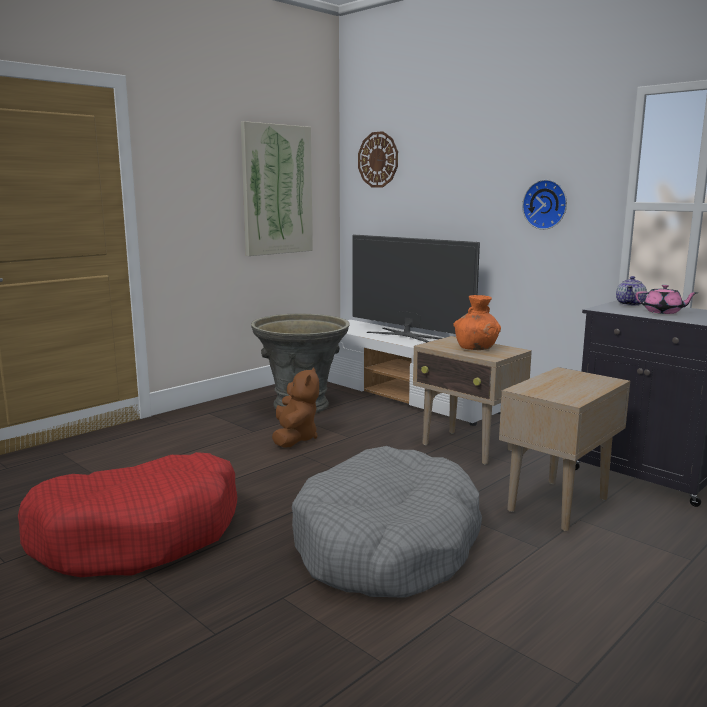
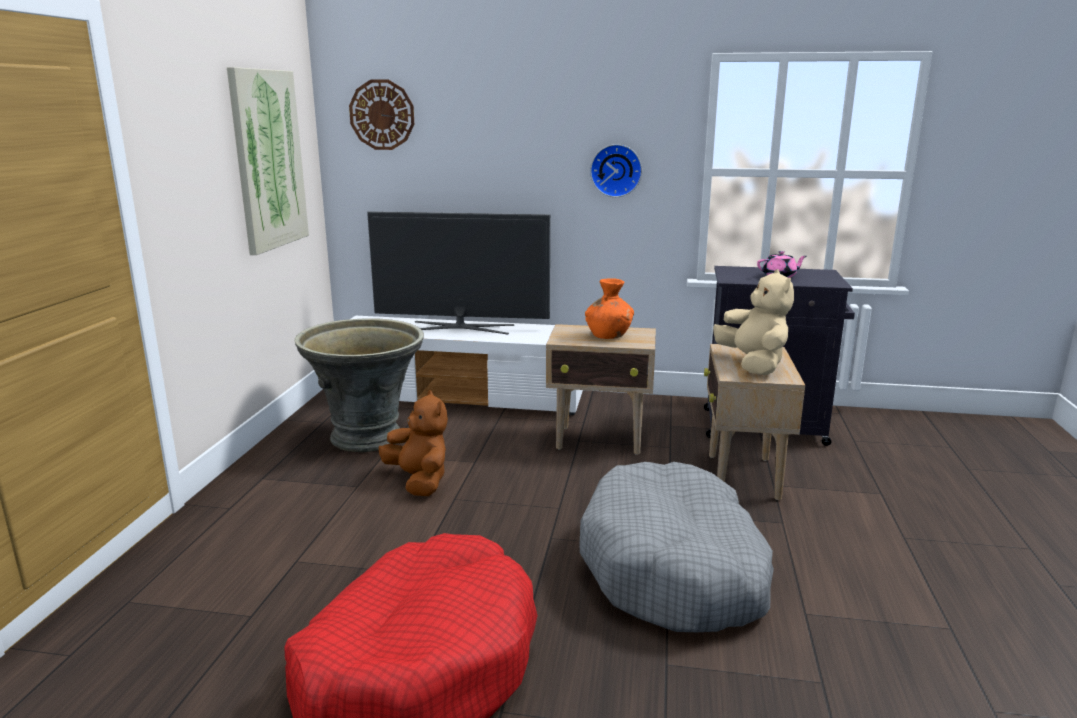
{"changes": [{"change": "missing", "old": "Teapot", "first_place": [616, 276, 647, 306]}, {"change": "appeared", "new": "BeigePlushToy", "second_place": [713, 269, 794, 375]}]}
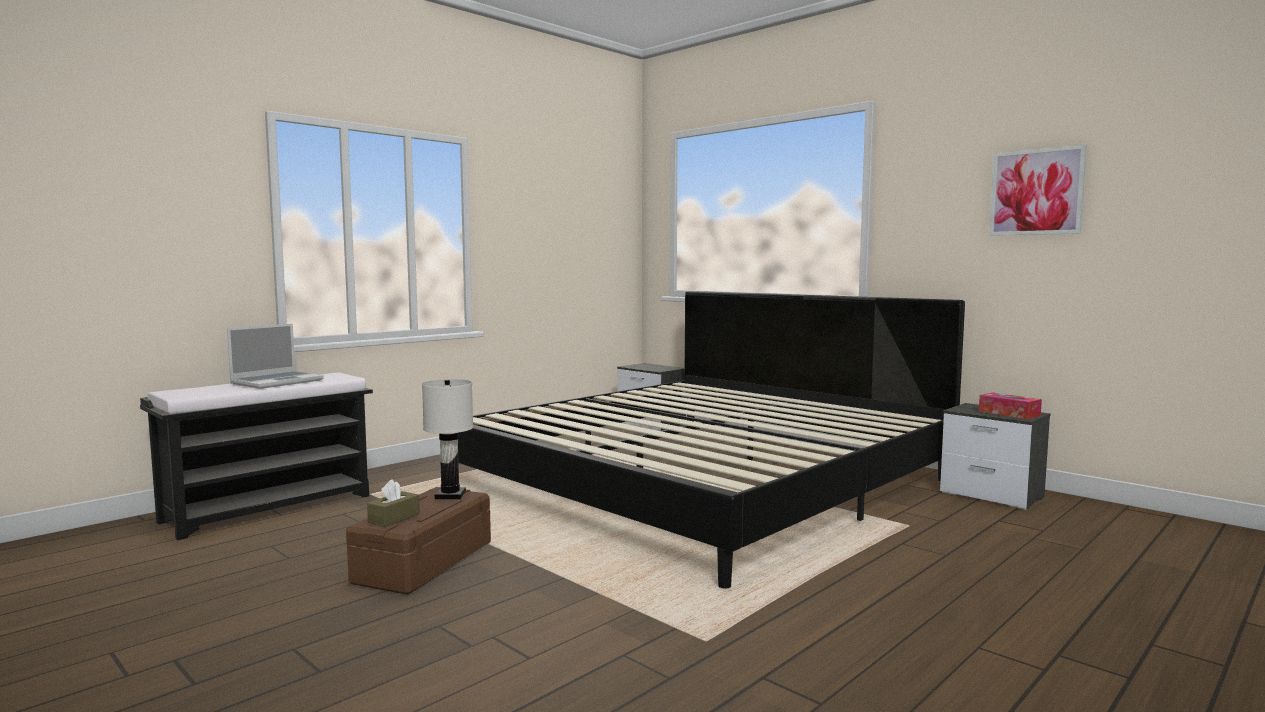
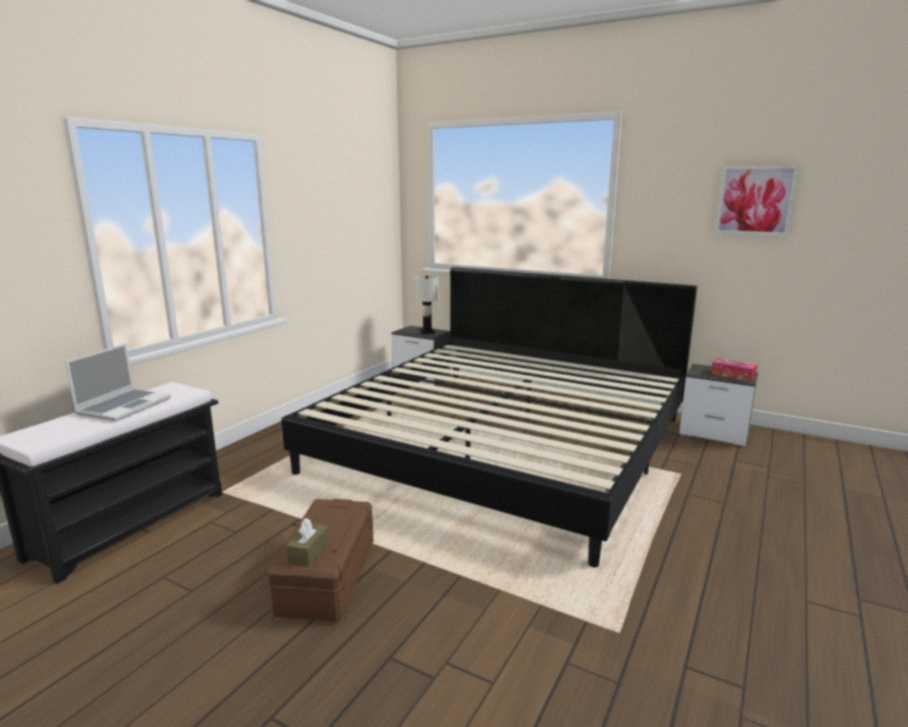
{"changes": [{"change": "relocated", "old": "WhiteTableLamp", "first_place": [422, 379, 473, 499], "second_place": [415, 275, 439, 334]}]}
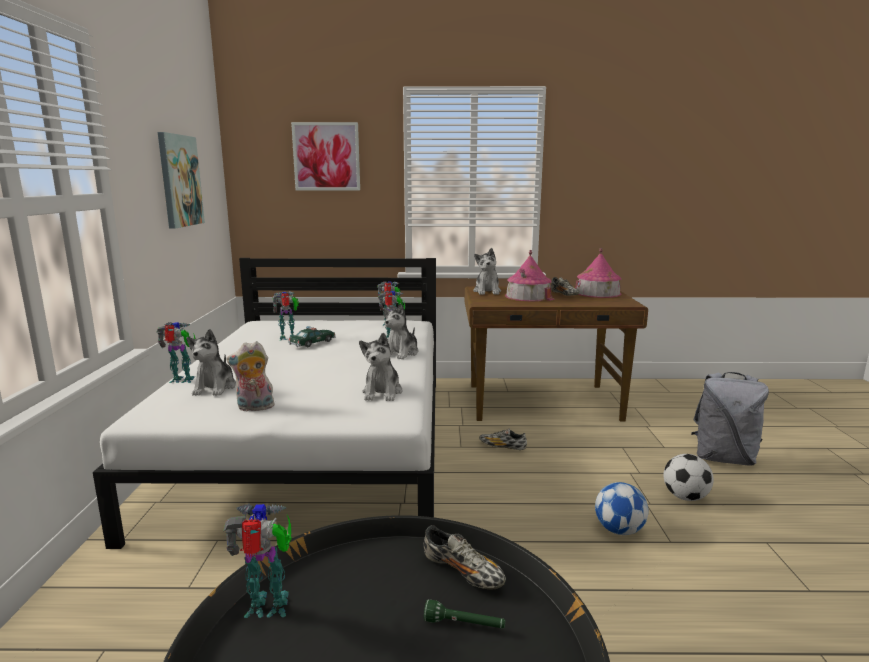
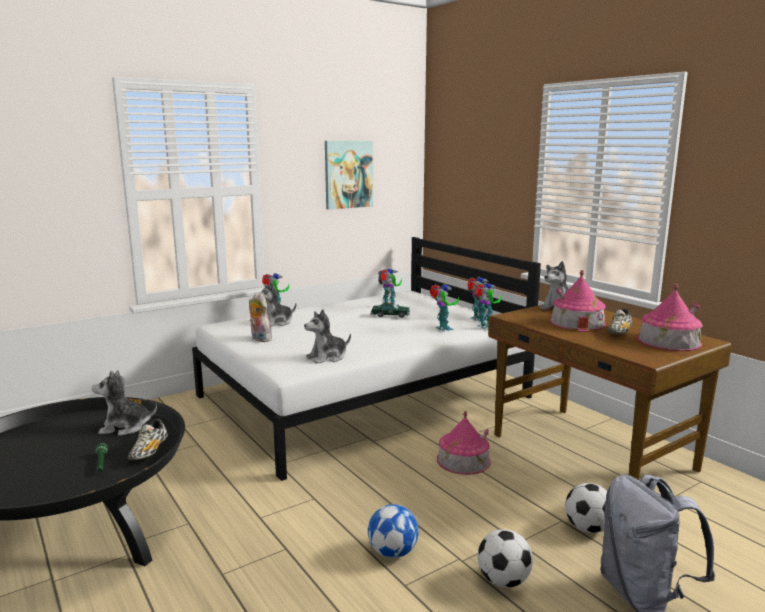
{"changes": [{"change": "missing", "old": "Picture", "first_place": [291, 122, 360, 190]}, {"change": "relocated", "old": "PlushToy", "first_place": [383, 303, 419, 360], "second_place": [92, 370, 157, 436]}, {"change": "exchanged", "old": "Shoe", "new": "ToyHouse", "first_place": [479, 428, 527, 450], "second_place": [437, 411, 491, 475]}, {"change": "relocated", "old": "ToyRobot", "first_place": [223, 503, 292, 618], "second_place": [474, 283, 501, 330]}, {"change": "appeared", "new": "Football", "second_place": [565, 483, 607, 533]}]}
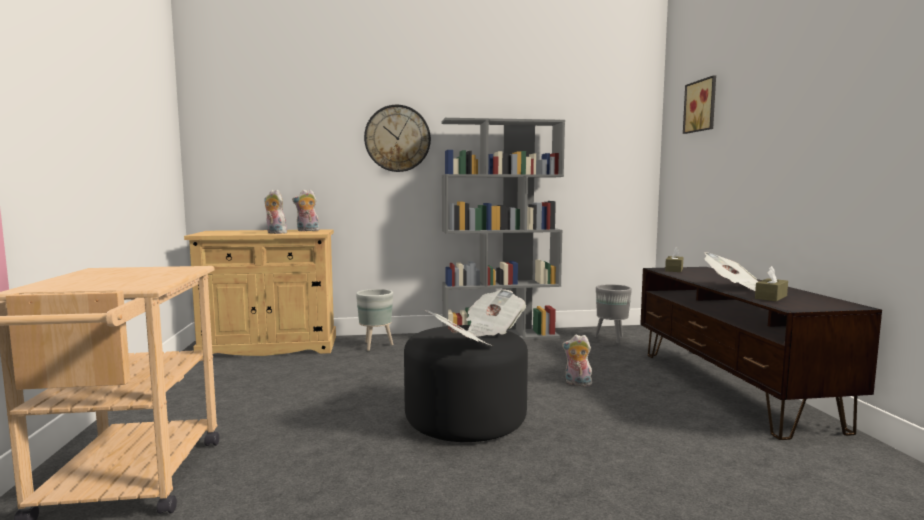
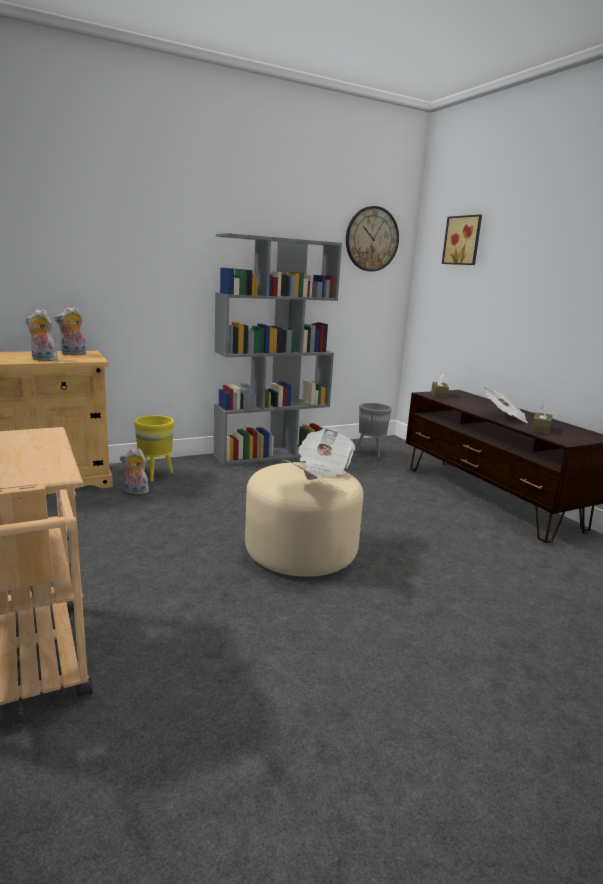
{"changes": [{"change": "relocated", "old": "WallClock", "first_place": [364, 105, 431, 172], "second_place": [346, 206, 399, 271]}, {"change": "colour", "old": "GreyPlanter", "new": "YellowPlanter", "first_place": [356, 289, 394, 351], "second_place": [134, 415, 174, 481]}, {"change": "colour", "old": "BlackOttoman", "new": "BeigeOttoman", "first_place": [404, 325, 528, 442], "second_place": [245, 462, 363, 577]}, {"change": "relocated", "old": "PlushToy", "first_place": [562, 334, 592, 386], "second_place": [120, 449, 149, 494]}]}
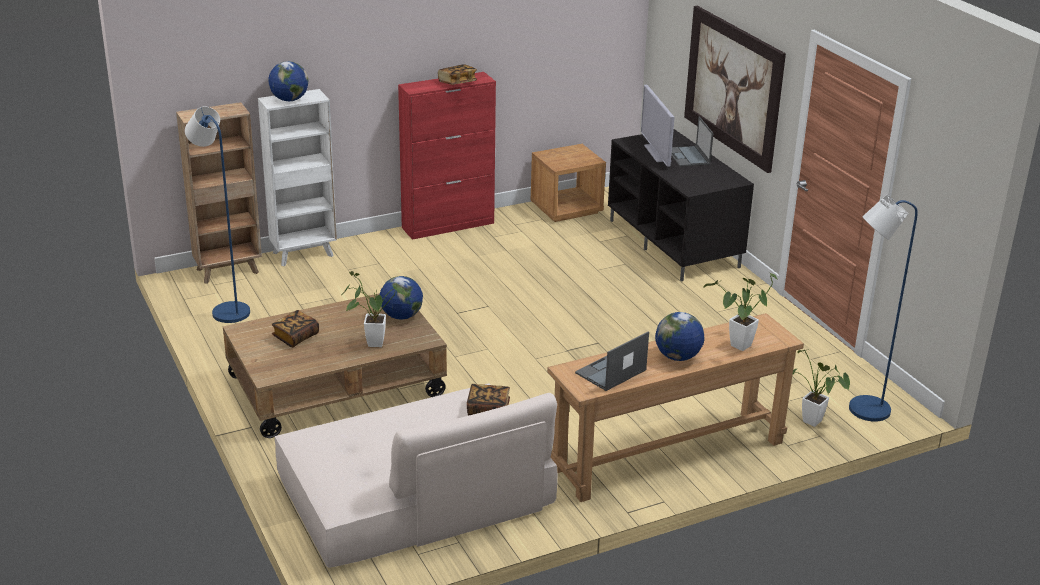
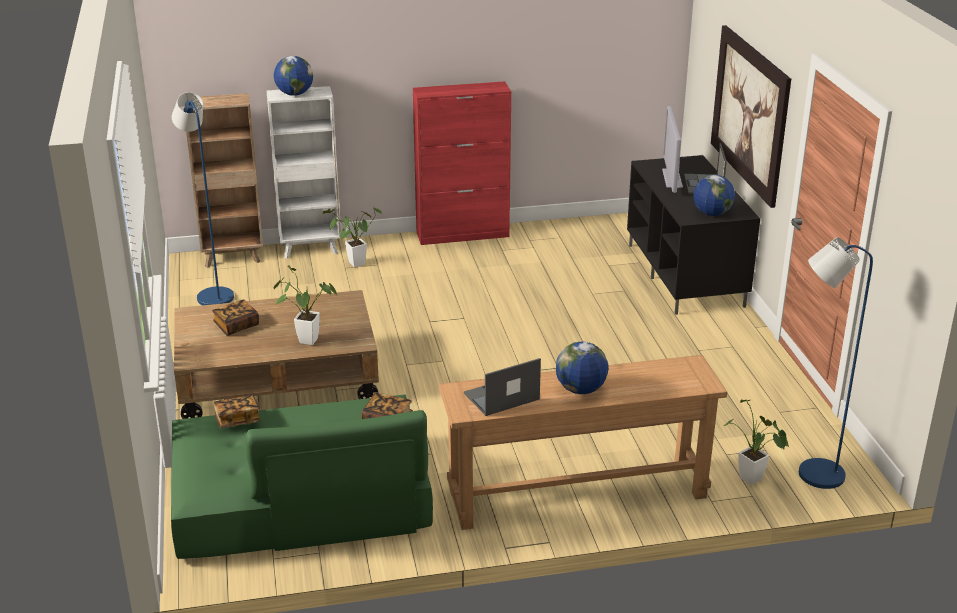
{"changes": [{"change": "relocated", "old": "Book", "first_place": [438, 64, 477, 85], "second_place": [213, 395, 260, 428]}, {"change": "missing", "old": "BrownNightstand", "first_place": [530, 144, 606, 222]}, {"change": "relocated", "old": "PottedPlant", "first_place": [704, 272, 778, 351], "second_place": [323, 207, 382, 267]}, {"change": "relocated", "old": "Globe", "first_place": [380, 276, 423, 320], "second_place": [693, 175, 735, 216]}, {"change": "colour", "old": "BeigeSofa", "new": "GreenSofa", "first_place": [275, 383, 558, 568], "second_place": [171, 394, 433, 559]}]}
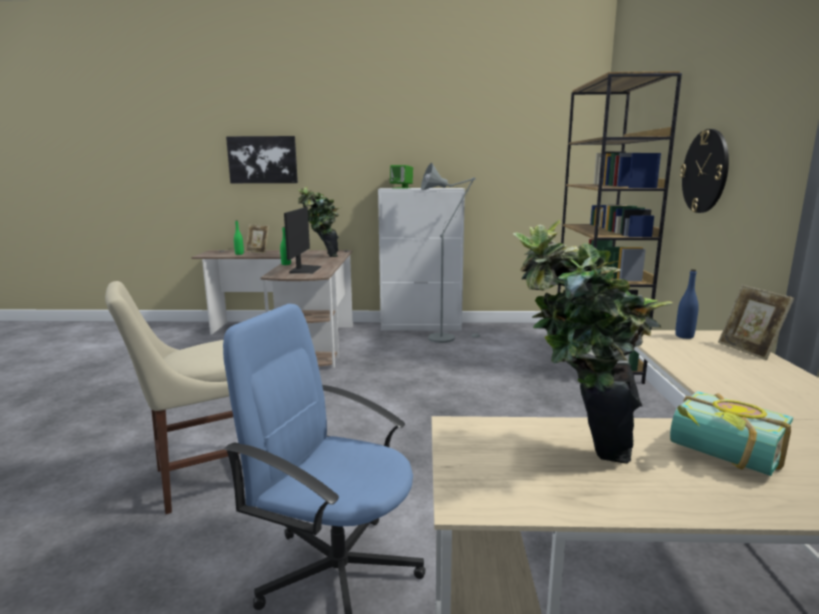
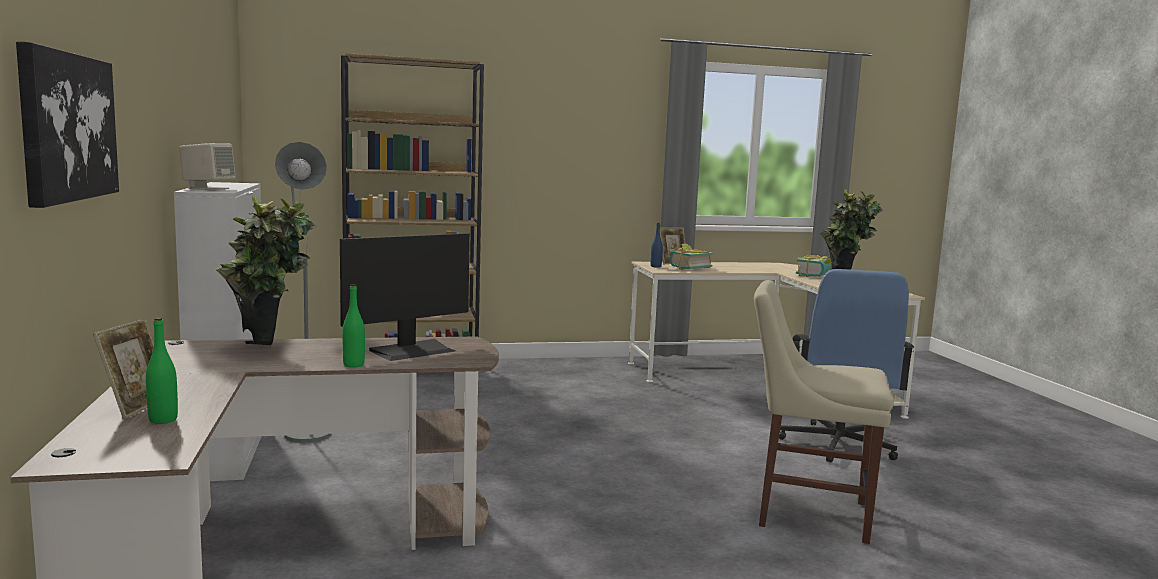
{"changes": [{"change": "missing", "old": "WallClock", "first_place": [680, 129, 729, 213]}, {"change": "colour", "old": "GreenSpeaker", "new": "BeigeSpeaker", "first_place": [390, 165, 413, 189], "second_place": [179, 143, 235, 190]}, {"change": "spun", "old": "Monitor", "first_place": [284, 207, 322, 274], "second_place": [340, 233, 470, 361], "degrees": 150}, {"change": "spun", "old": "BeigeChair", "first_place": [105, 281, 240, 514], "second_place": [754, 280, 894, 544], "degrees": 150}, {"change": "appeared", "new": "Book", "second_place": [670, 243, 713, 270]}]}
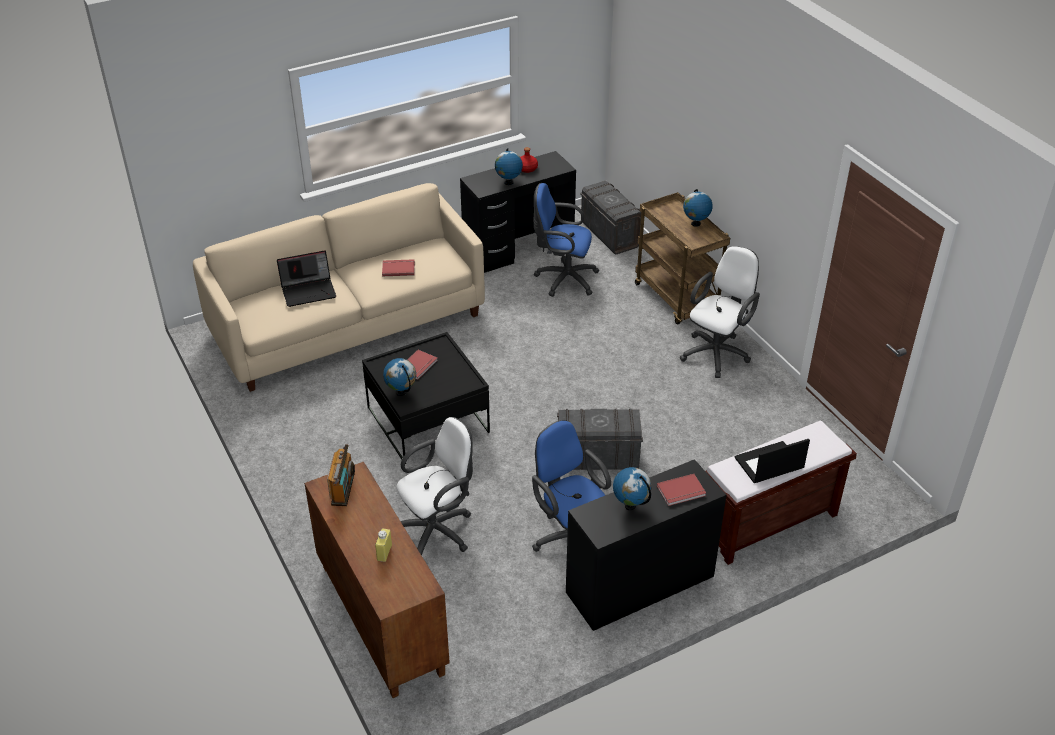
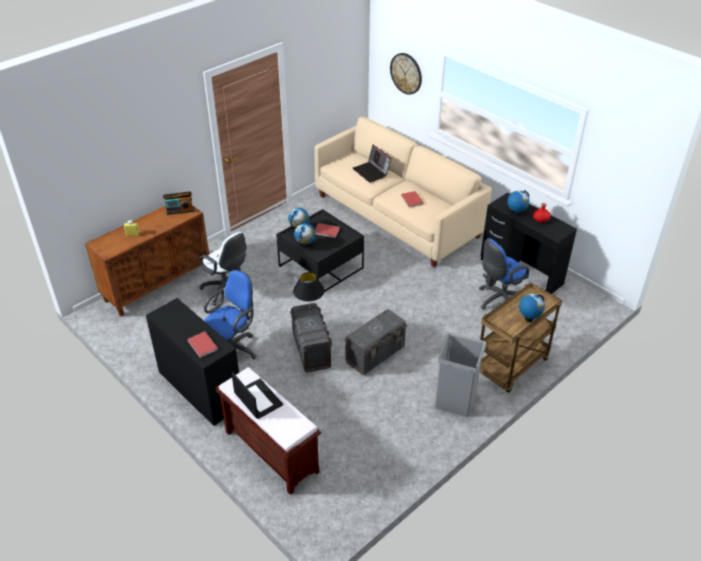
{"changes": [{"change": "relocated", "old": "GreyStorageBox", "first_place": [580, 181, 641, 255], "second_place": [344, 309, 407, 375]}, {"change": "spun", "old": "BlueOfficeChair", "first_place": [533, 183, 599, 297], "second_place": [480, 238, 529, 309], "degrees": -120}, {"change": "exchanged", "old": "WhiteOfficeChair", "new": "GreyTrashCan", "first_place": [680, 246, 760, 378], "second_place": [435, 332, 486, 417]}, {"change": "relocated", "old": "Globe", "first_place": [613, 467, 652, 510], "second_place": [294, 223, 315, 248]}, {"change": "appeared", "new": "WallClock", "second_place": [390, 53, 422, 95]}, {"change": "appeared", "new": "BlackTableLamp", "second_place": [293, 272, 325, 310]}]}
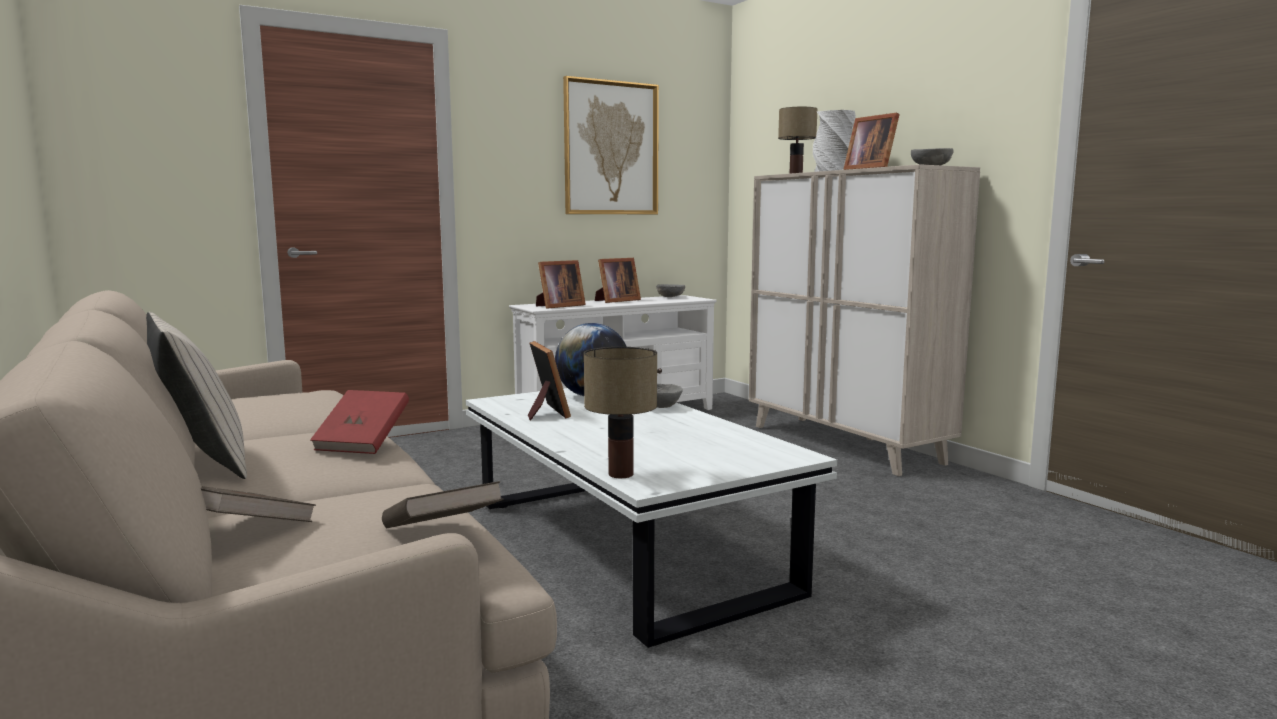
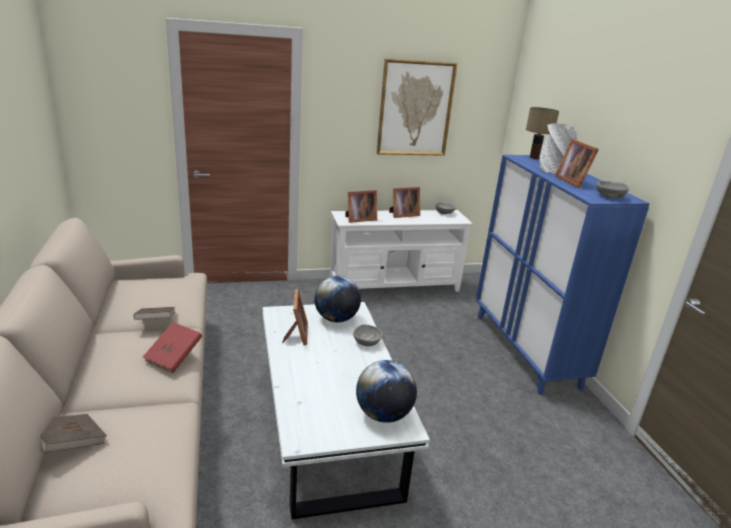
{"changes": [{"change": "colour", "old": "BeigeCabinet", "new": "BlueCabinet", "first_place": [749, 164, 980, 476], "second_place": [476, 155, 650, 395]}, {"change": "missing", "old": "BeigePillow", "first_place": [146, 312, 247, 479]}, {"change": "missing", "old": "TableLamp", "first_place": [584, 347, 657, 478]}, {"change": "relocated", "old": "BrownBook", "first_place": [382, 481, 504, 528], "second_place": [133, 307, 175, 320]}, {"change": "appeared", "new": "Globe", "second_place": [356, 360, 417, 423]}]}
